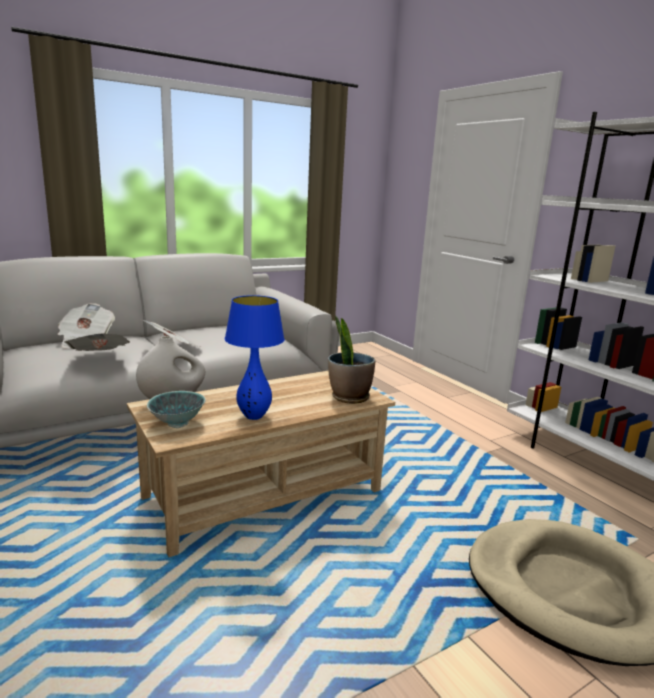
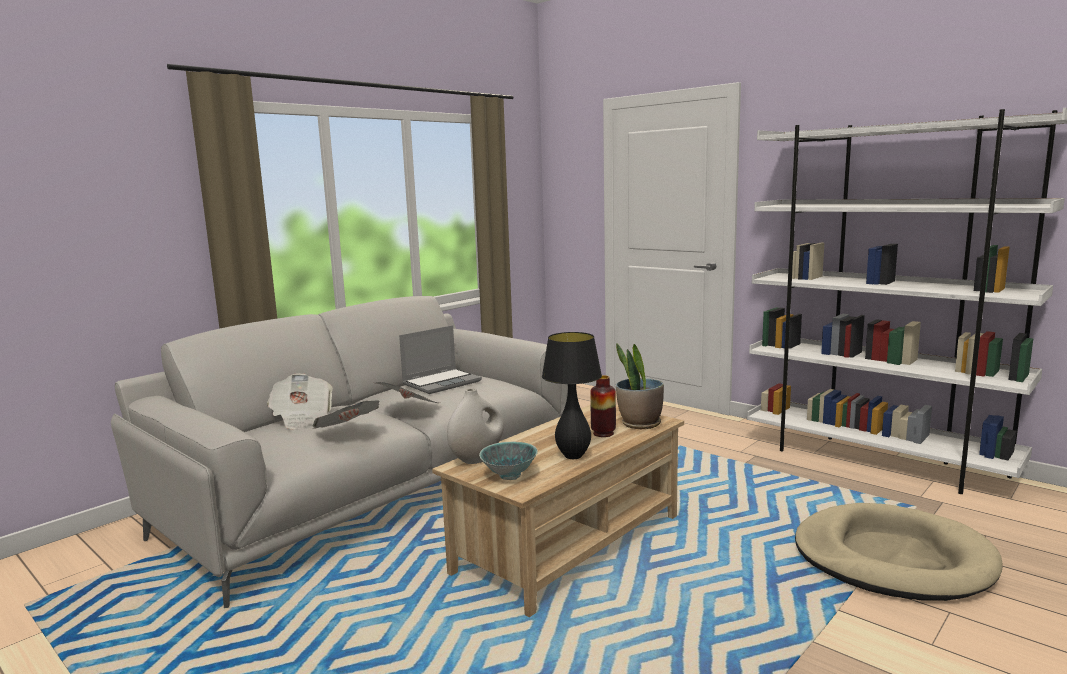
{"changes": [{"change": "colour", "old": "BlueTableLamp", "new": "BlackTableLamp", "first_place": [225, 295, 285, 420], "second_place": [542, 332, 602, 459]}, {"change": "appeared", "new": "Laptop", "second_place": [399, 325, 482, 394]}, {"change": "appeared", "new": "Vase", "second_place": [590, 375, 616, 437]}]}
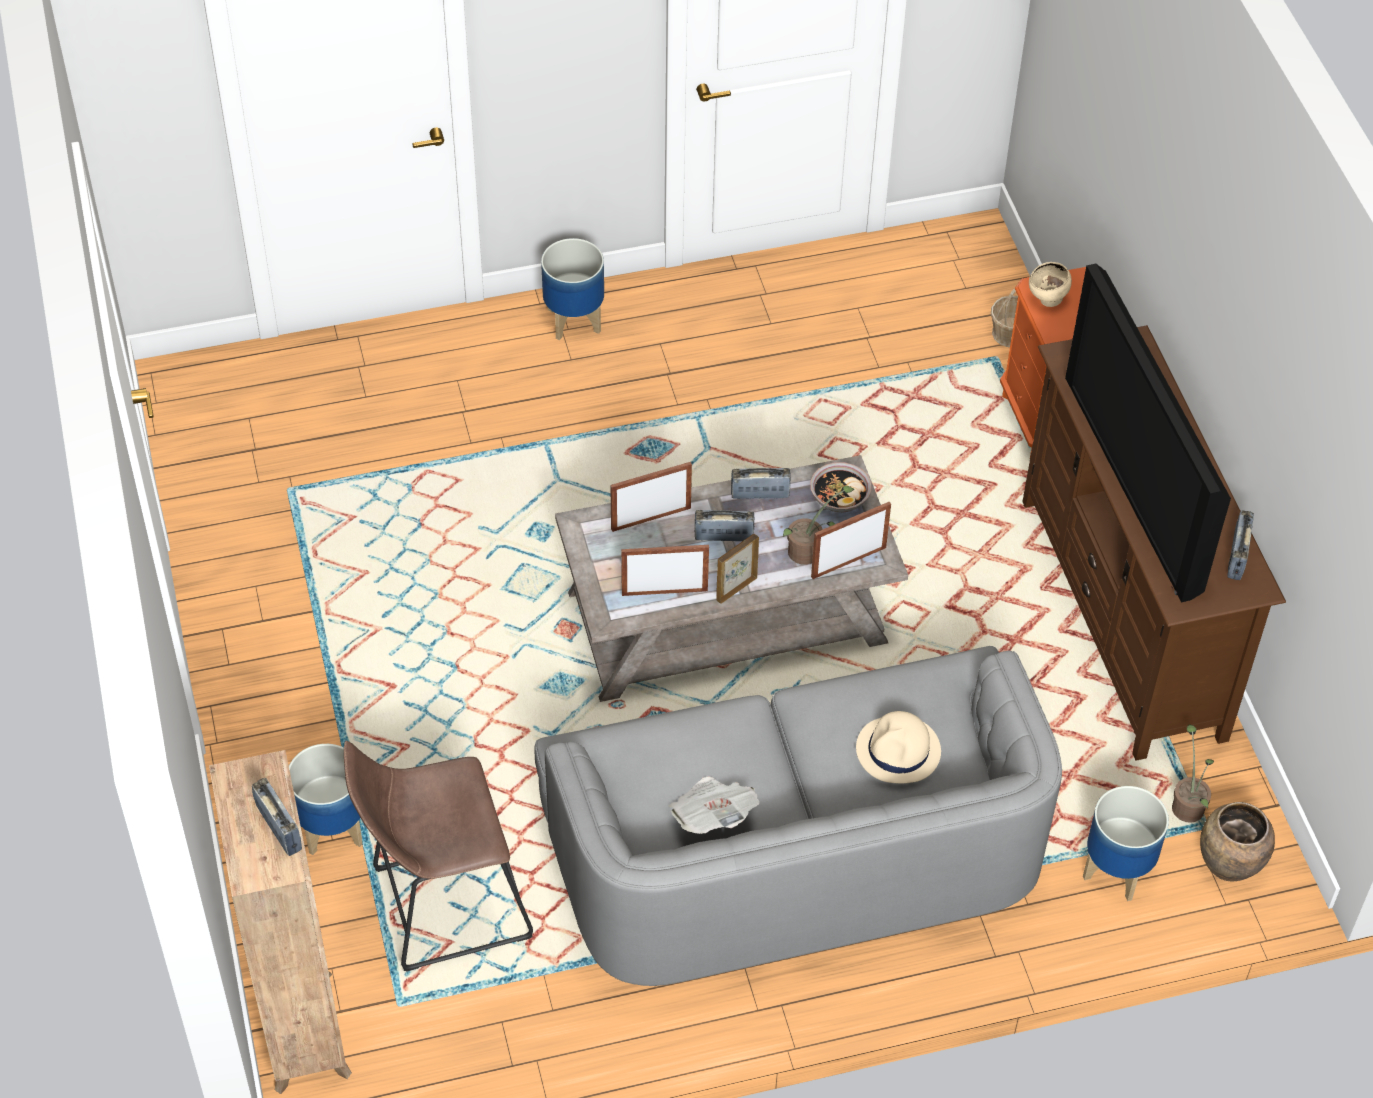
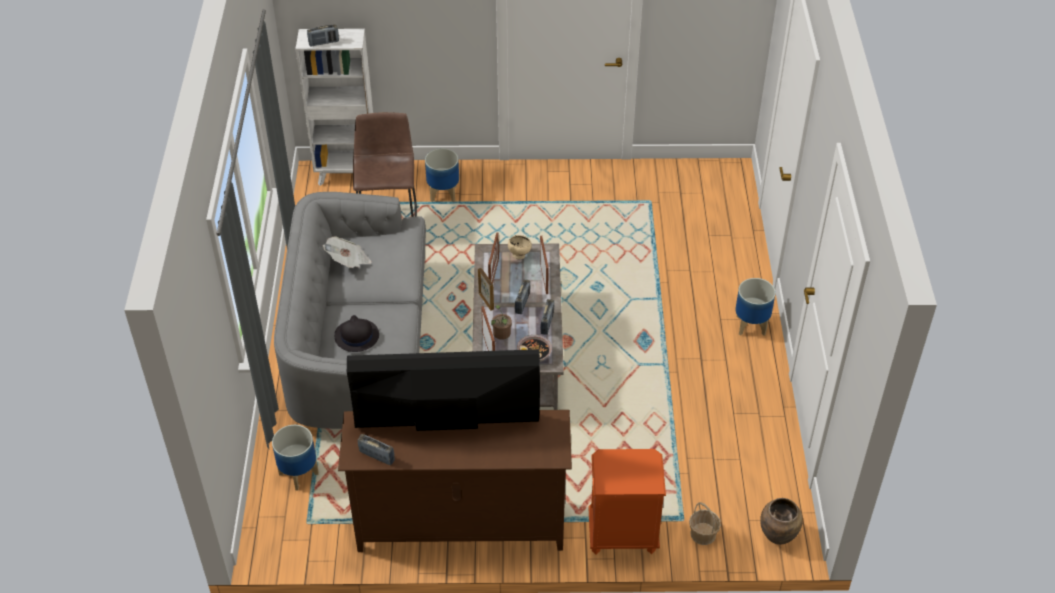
{"changes": [{"change": "relocated", "old": "BeigeBowl", "first_place": [1029, 262, 1072, 307], "second_place": [508, 235, 532, 259]}, {"change": "colour", "old": "BeigeHat", "new": "BlackHat", "first_place": [856, 711, 941, 784], "second_place": [334, 315, 379, 352]}, {"change": "missing", "old": "PottedPlant", "first_place": [1172, 725, 1214, 822]}, {"change": "colour", "old": "BrownBookcase", "new": "WhiteBookcase", "first_place": [209, 750, 352, 1094], "second_place": [295, 29, 373, 186]}, {"change": "relocated", "old": "BrownVase", "first_place": [1200, 802, 1275, 881], "second_place": [760, 498, 803, 545]}]}
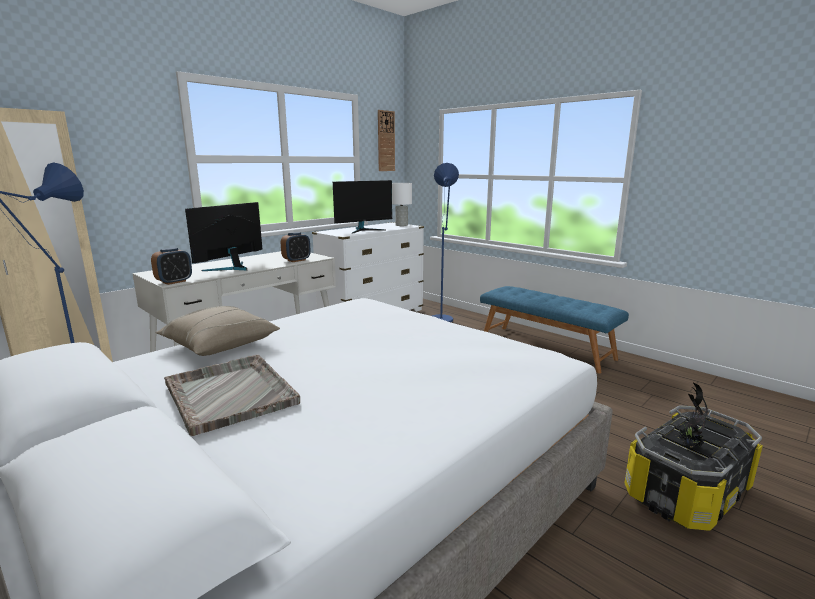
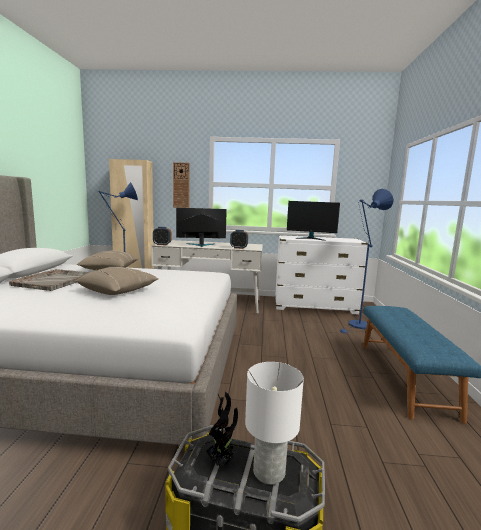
{"changes": [{"change": "relocated", "old": "WallClock", "first_place": [378, 110, 395, 171], "second_place": [173, 162, 190, 208]}, {"change": "relocated", "old": "WhiteTableLamp", "first_place": [392, 183, 412, 226], "second_place": [245, 362, 304, 485]}, {"change": "appeared", "new": "BeigePillow", "second_place": [75, 267, 158, 295]}]}
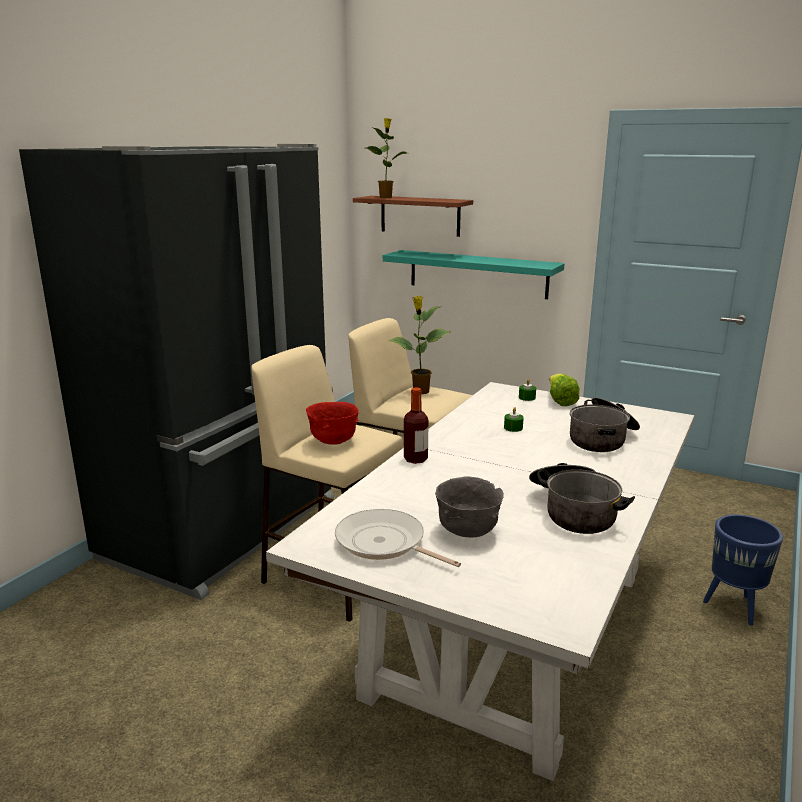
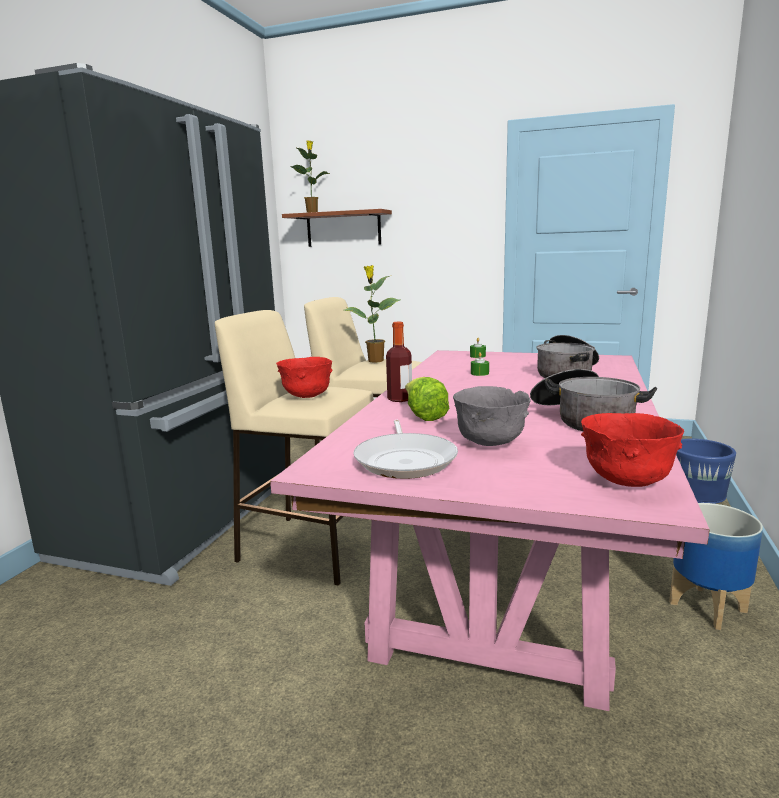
{"changes": [{"change": "missing", "old": "TurquoiseShelf", "first_place": [383, 250, 565, 299]}, {"change": "relocated", "old": "Lettuce", "first_place": [549, 373, 579, 406], "second_place": [405, 377, 449, 421]}, {"change": "colour", "old": "WhiteDiningTable", "new": "PinkDiningTable", "first_place": [266, 382, 695, 781], "second_place": [270, 350, 710, 711]}, {"change": "spun", "old": "FryingPan", "first_place": [335, 509, 461, 567], "second_place": [353, 420, 458, 479], "degrees": -120}, {"change": "appeared", "new": "RedBowl", "second_place": [581, 413, 684, 487]}, {"change": "appeared", "new": "Planter", "second_place": [669, 503, 763, 630]}]}
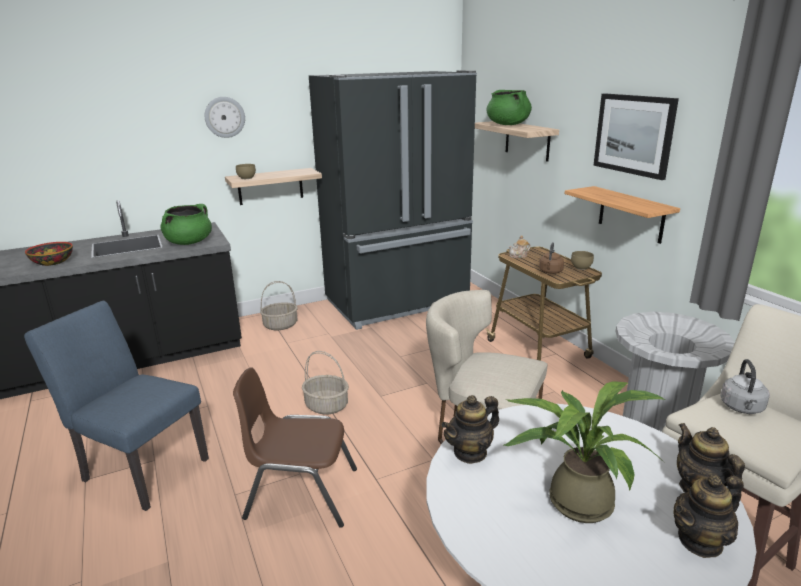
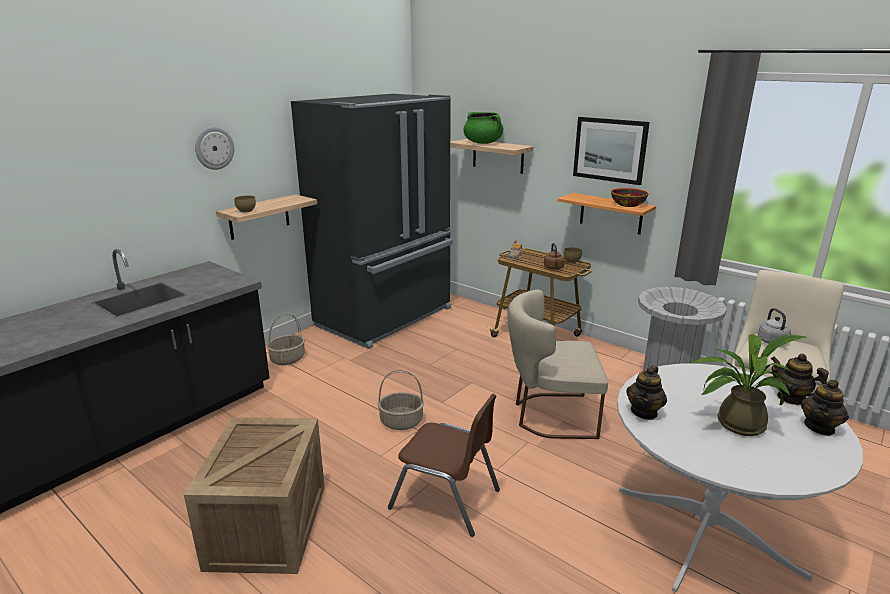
{"changes": [{"change": "missing", "old": "GreenCookingPot", "first_place": [161, 204, 212, 245]}, {"change": "relocated", "old": "Bowl", "first_place": [25, 242, 73, 266], "second_place": [611, 188, 648, 207]}, {"change": "exchanged", "old": "BlueChair", "new": "Crate", "first_place": [24, 301, 209, 511], "second_place": [184, 417, 325, 574]}, {"change": "spun", "old": "BrownChair", "first_place": [233, 367, 357, 528], "second_place": [388, 394, 500, 537], "degrees": -135}]}
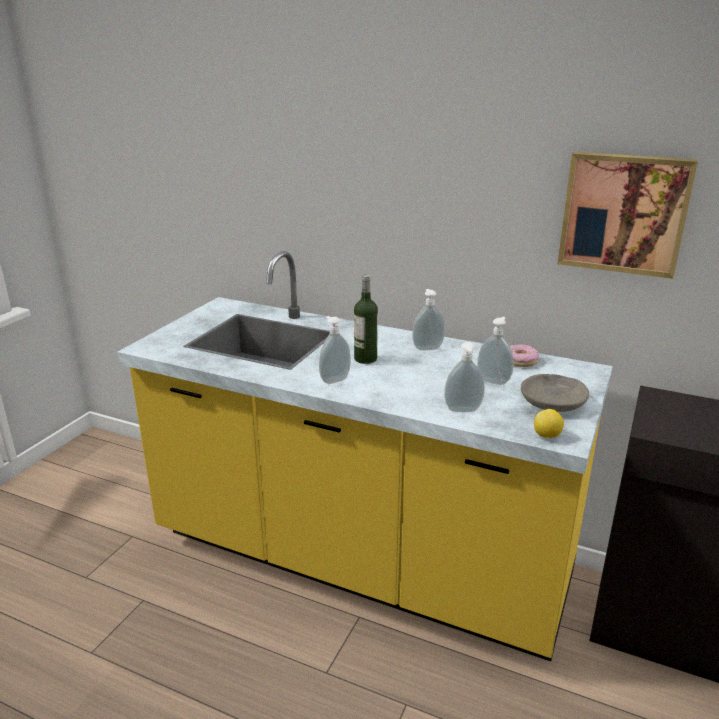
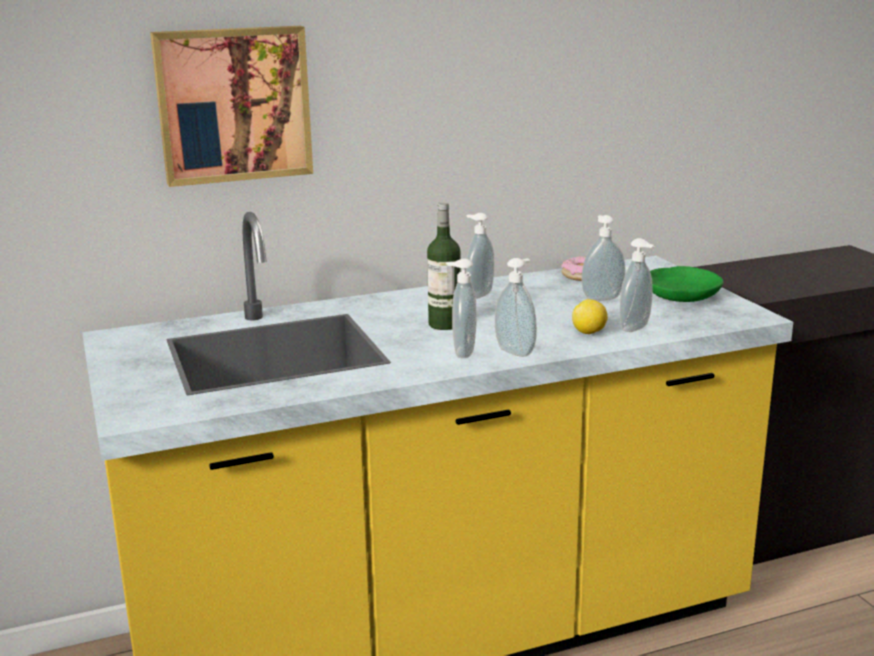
{"changes": [{"change": "relocated", "old": "Picture", "first_place": [558, 152, 698, 279], "second_place": [150, 26, 313, 187]}, {"change": "colour", "old": "GreyBowl", "new": "GreenBowl", "first_place": [521, 374, 589, 412], "second_place": [650, 266, 724, 302]}, {"change": "relocated", "old": "Lemon", "first_place": [534, 409, 564, 438], "second_place": [572, 299, 608, 334]}, {"change": "appeared", "new": "SoapDispenser", "second_place": [495, 258, 537, 357]}]}
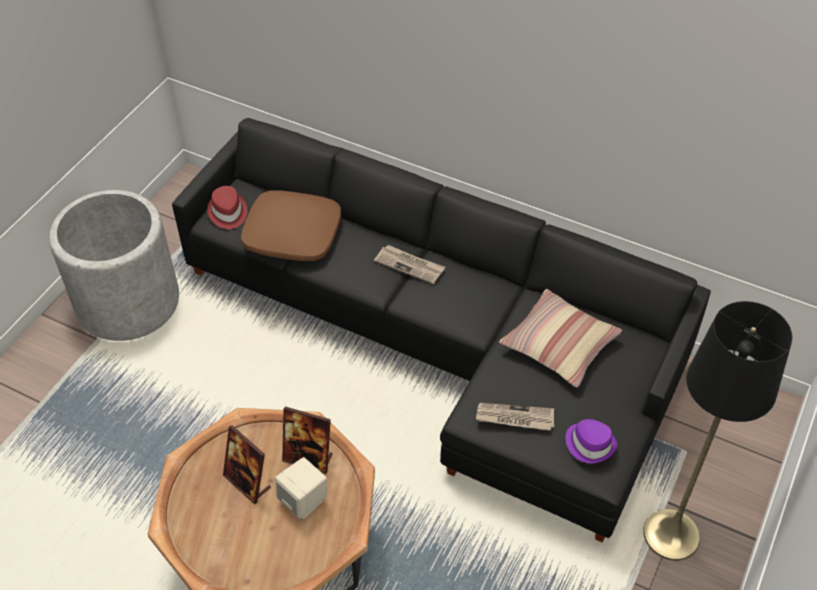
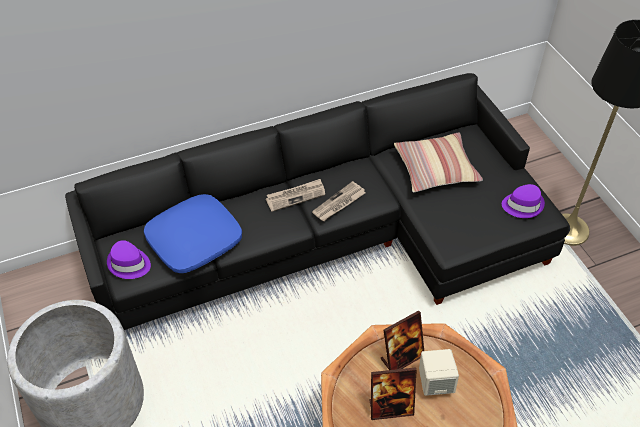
{"changes": [{"change": "colour", "old": "RedHat", "new": "PurpleHat", "first_place": [207, 186, 247, 229], "second_place": [107, 240, 151, 279]}, {"change": "colour", "old": "BrownPillow", "new": "BluePillow", "first_place": [241, 190, 341, 261], "second_place": [144, 194, 242, 273]}, {"change": "relocated", "old": "Newspaper", "first_place": [476, 403, 554, 431], "second_place": [312, 181, 365, 221]}]}
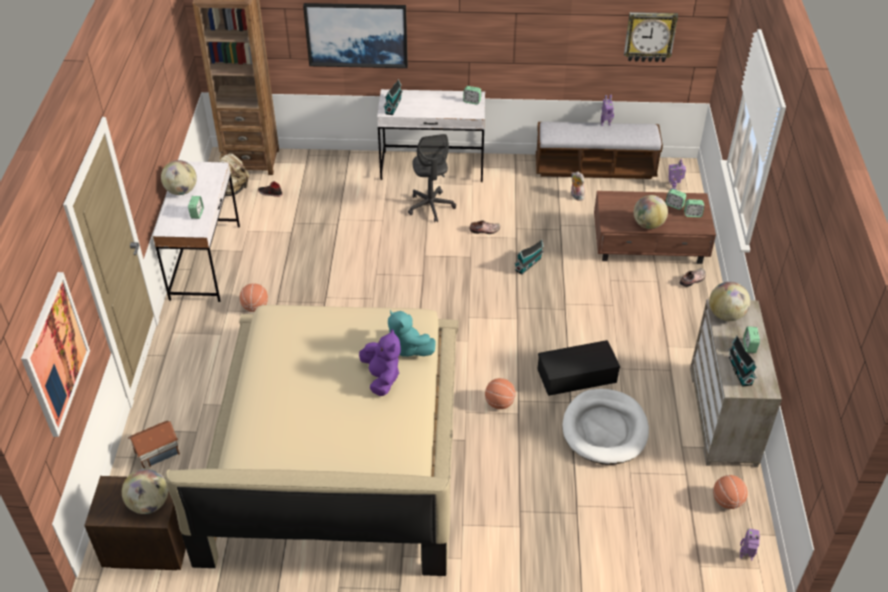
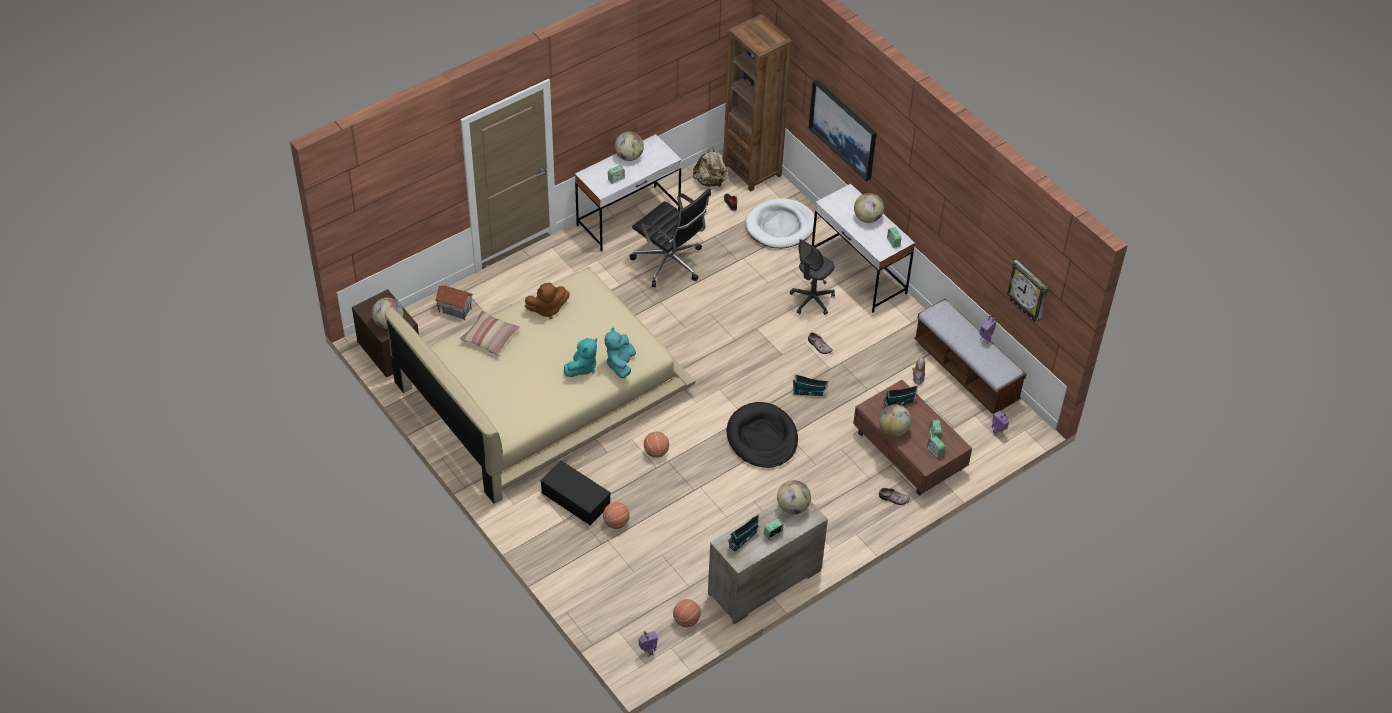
{"changes": [{"change": "relocated", "old": "ToyHouse", "first_place": [384, 79, 403, 115], "second_place": [883, 385, 918, 408]}, {"change": "missing", "old": "Picture", "first_place": [21, 272, 90, 437]}, {"change": "relocated", "old": "Basketball", "first_place": [240, 284, 268, 312], "second_place": [603, 502, 630, 529]}, {"change": "colour", "old": "PurplePlushToy", "new": "TurquoisePlushToy", "first_place": [359, 329, 401, 396], "second_place": [564, 338, 597, 377]}, {"change": "relocated", "old": "BlackStorageBox", "first_place": [537, 340, 620, 396], "second_place": [540, 460, 611, 525]}, {"change": "relocated", "old": "WhiteDogBed", "first_place": [562, 389, 649, 465], "second_place": [745, 198, 814, 248]}, {"change": "appeared", "new": "BlackOfficeChair", "second_place": [630, 188, 711, 287]}, {"change": "appeared", "new": "Globe", "second_place": [854, 193, 884, 223]}, {"change": "appeared", "new": "BrownPlushToy", "second_place": [525, 283, 570, 319]}, {"change": "appeared", "new": "Pillow", "second_place": [460, 311, 520, 355]}, {"change": "appeared", "new": "BlackDogBed", "second_place": [727, 402, 798, 468]}]}
